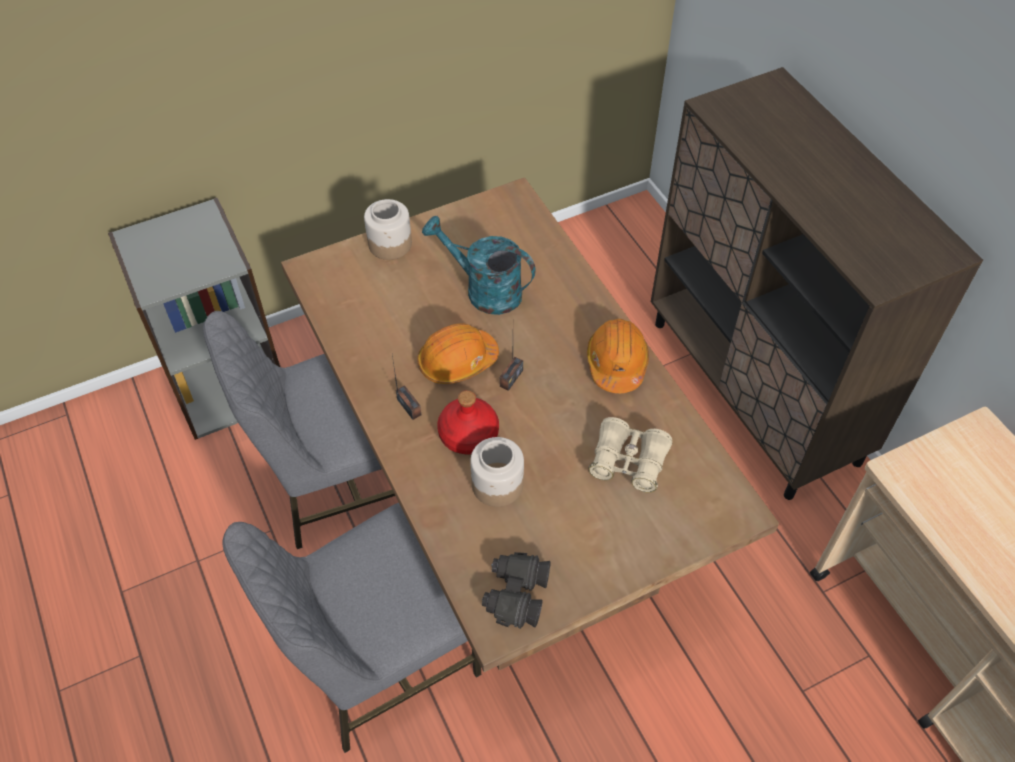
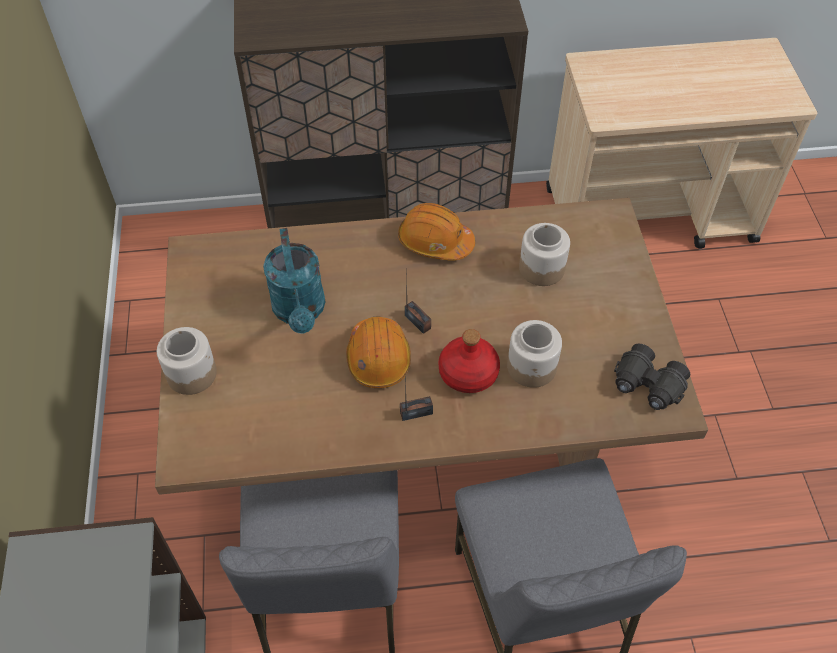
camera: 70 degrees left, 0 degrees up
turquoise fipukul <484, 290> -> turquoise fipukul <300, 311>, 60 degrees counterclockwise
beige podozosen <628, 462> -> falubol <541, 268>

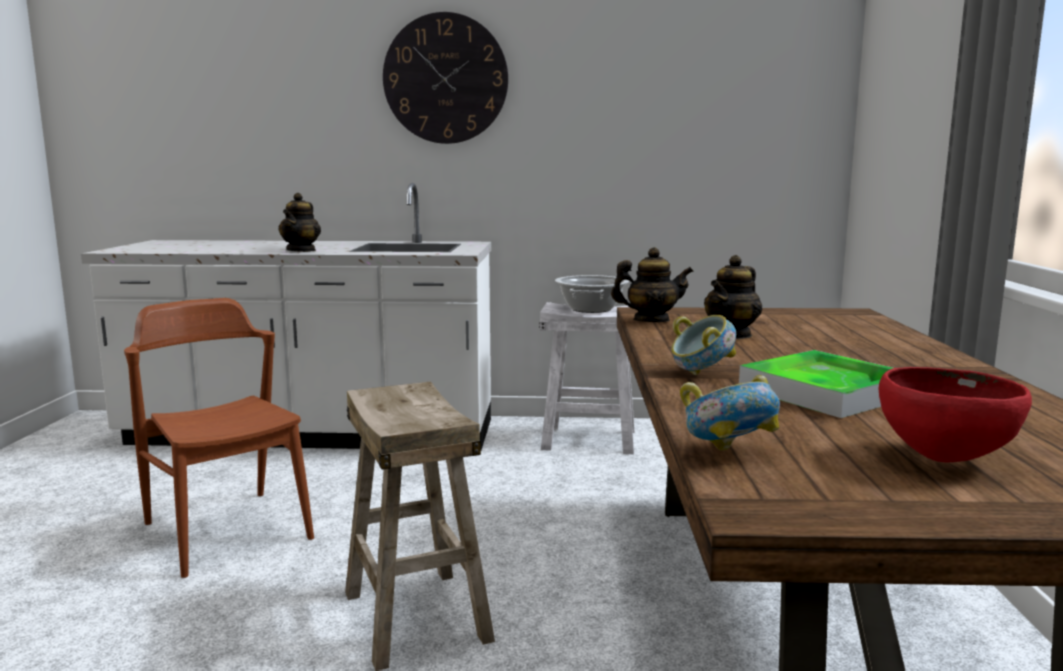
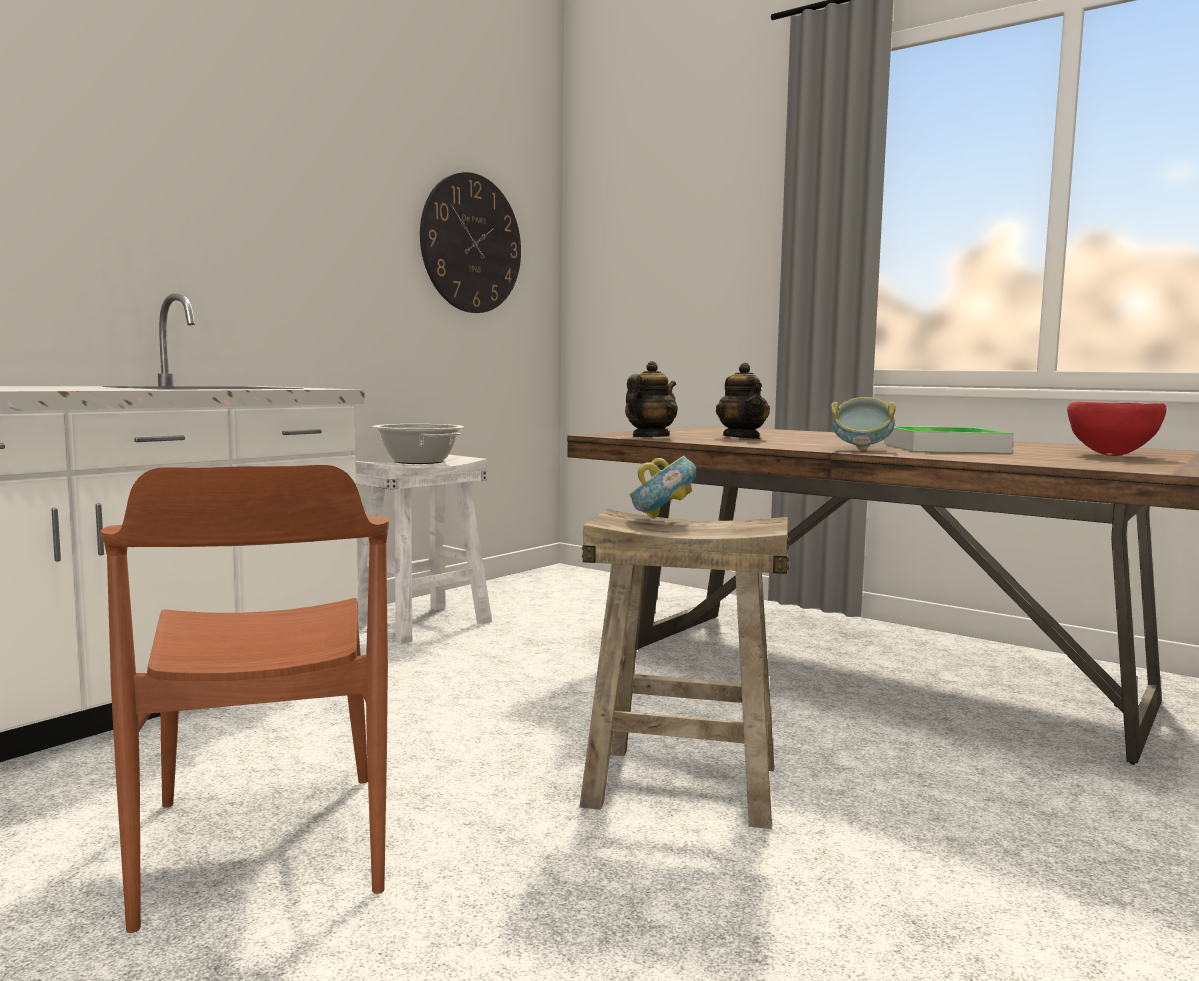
camera: 55 degrees left, 5 degrees down
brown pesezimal <227, 530> -> brown pesezimal <264, 844>, 105 degrees counterclockwise
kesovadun <445, 79> -> kesovadun <471, 244>, relocated
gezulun <729, 453> -> gezulun <661, 518>, relocated
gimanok <301, 250> -> none

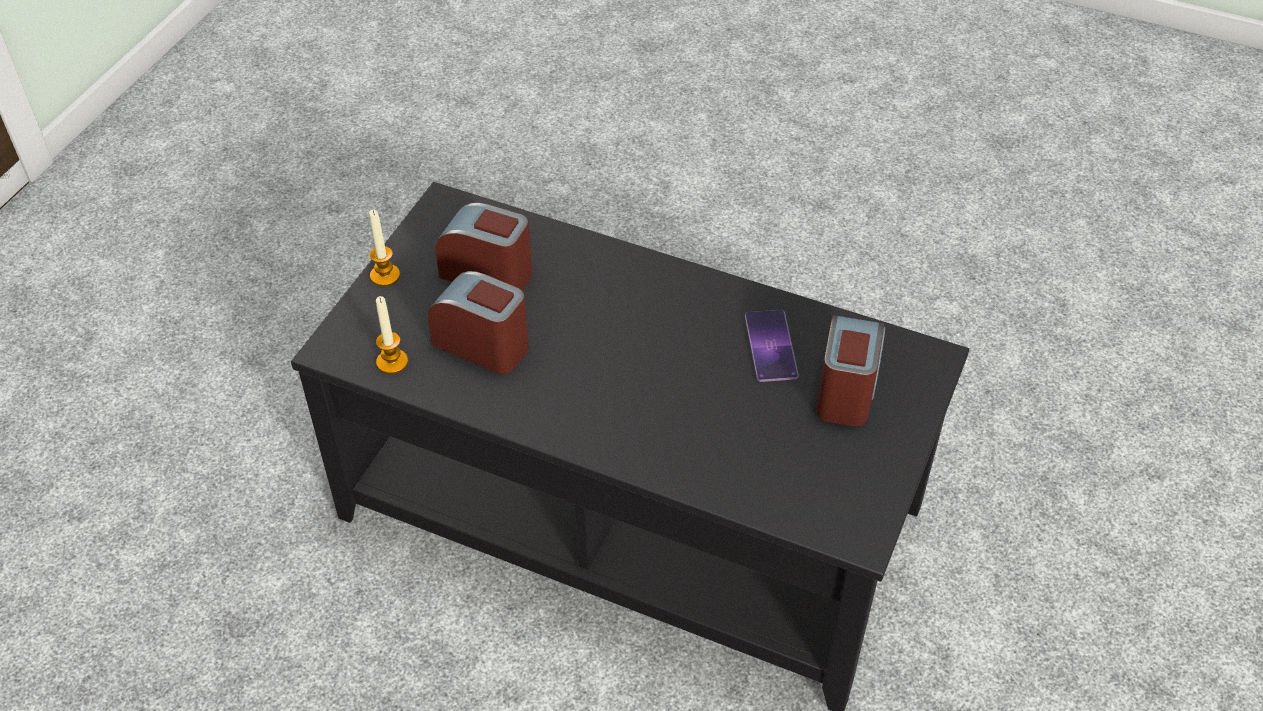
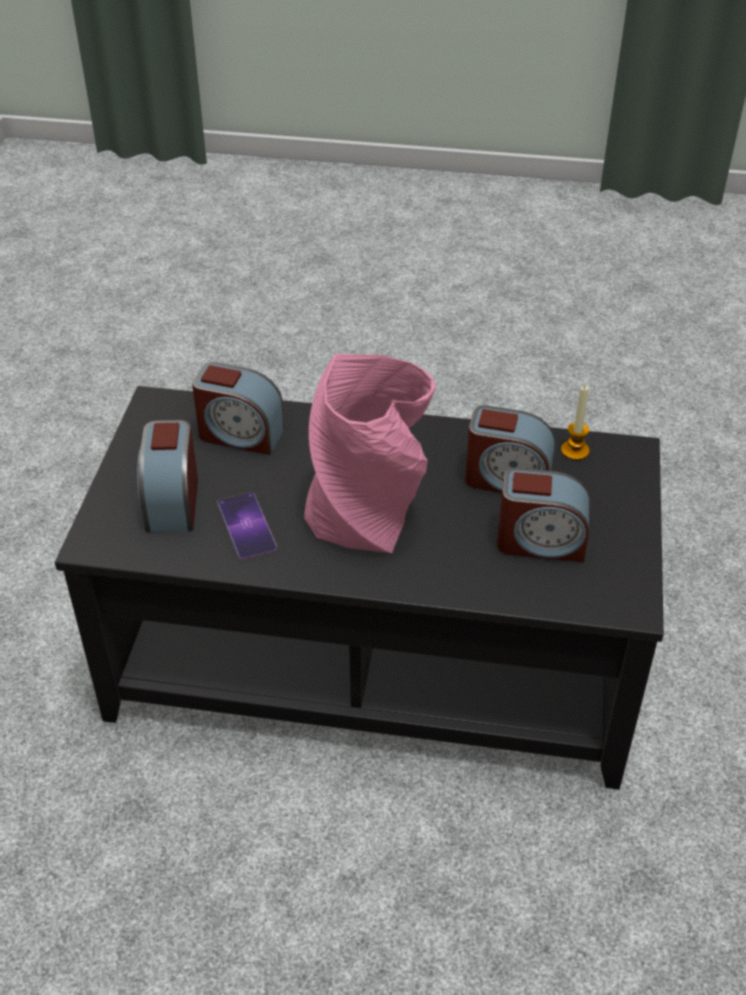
camera: 165 degrees right, 5 degrees down
none -> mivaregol <240, 434>
none -> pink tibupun <368, 517>
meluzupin <385, 275> -> none

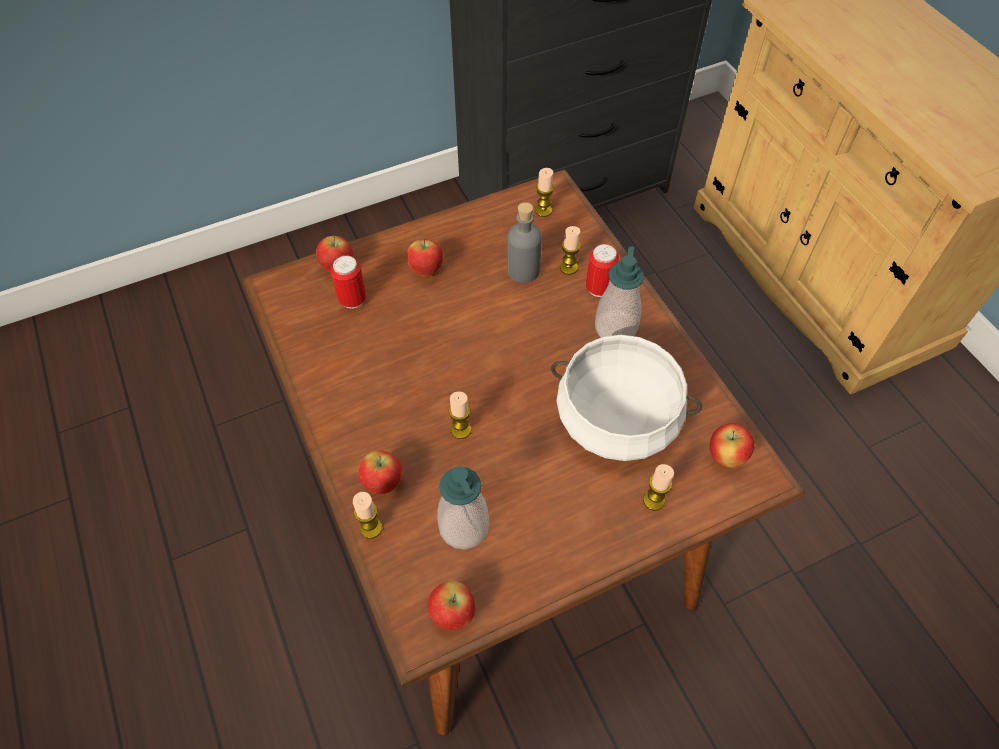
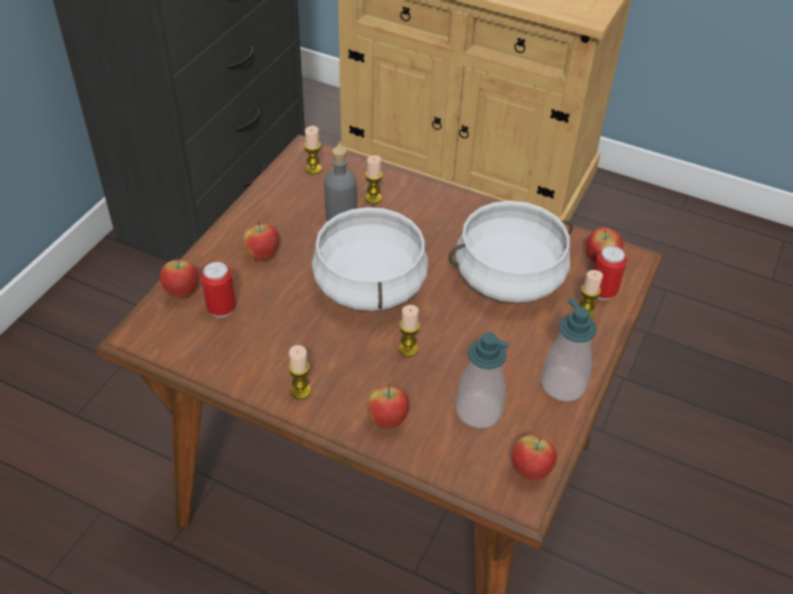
camera: 40 degrees left, 10 degrees down
meluzupin <371, 528> -> meluzupin <300, 391>, relocated
none -> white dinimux <371, 285>
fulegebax <615, 328> -> fulegebax <563, 385>, relocated
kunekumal <599, 288> -> kunekumal <602, 292>, relocated

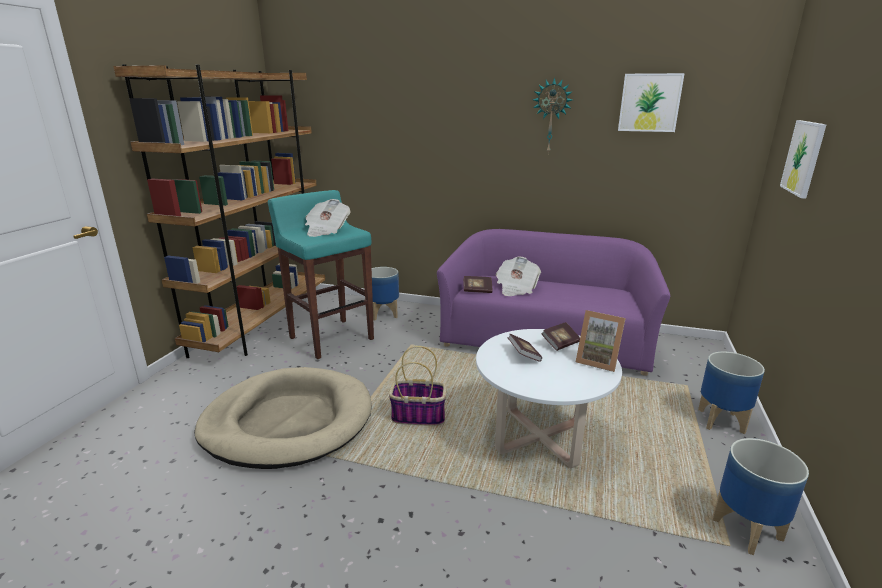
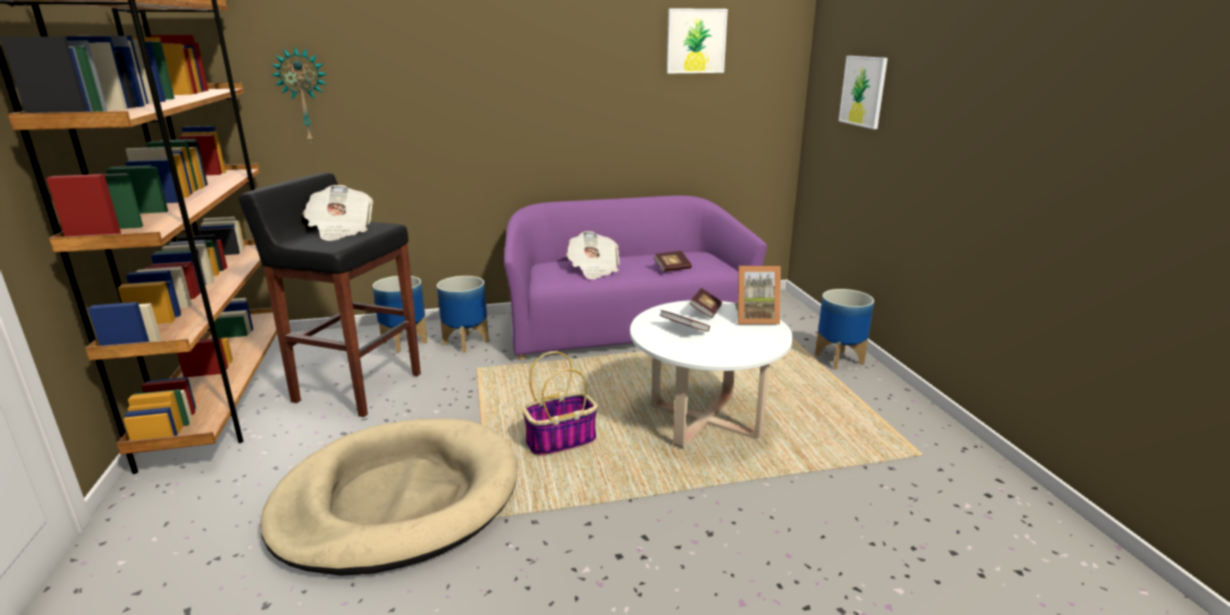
camera: 30 degrees left, 0 degrees up
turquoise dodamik <331, 338> -> black dodamik <357, 387>
kesovadun <551, 117> -> kesovadun <303, 96>, relocated
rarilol <748, 530> -> rarilol <466, 342>, relocated
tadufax <477, 290> -> tadufax <672, 268>, relocated

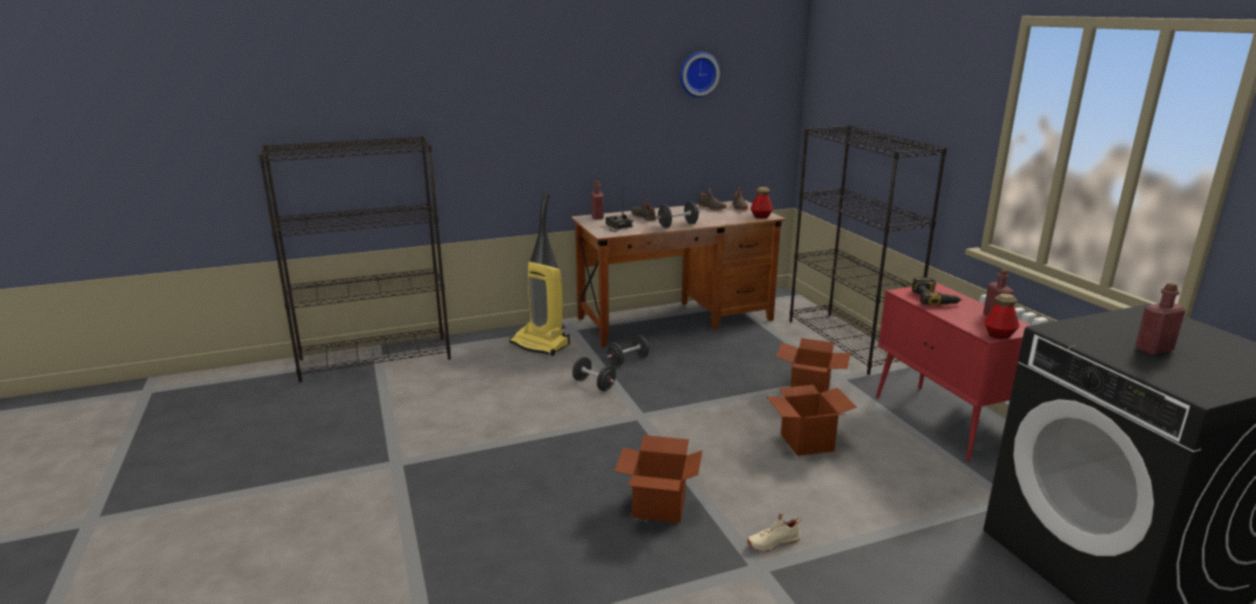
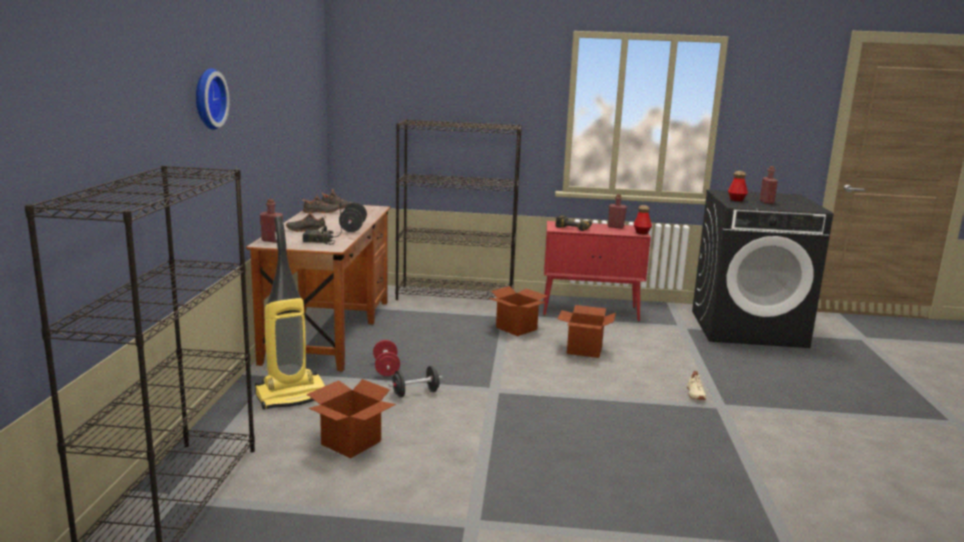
camera: 65 degrees left, 5 degrees down
kesovadun <697, 74> -> kesovadun <207, 99>, relocated
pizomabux <659, 506> -> pizomabux <351, 442>, relocated
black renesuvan <628, 361> -> red renesuvan <386, 369>
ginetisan <761, 216> -> ginetisan <736, 200>, relocated

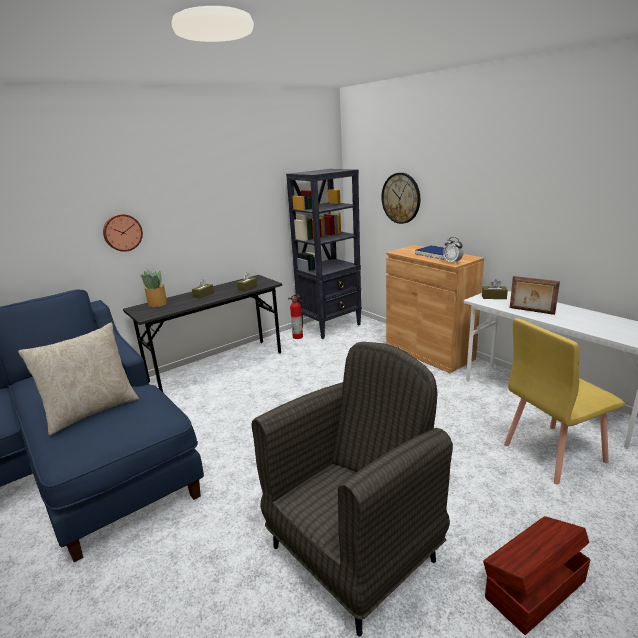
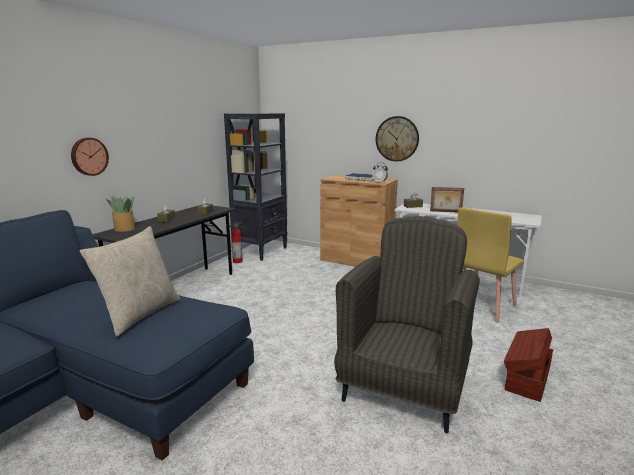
camera: 25 degrees left, 5 degrees down
kesovadun <401, 198> -> kesovadun <397, 139>, relocated

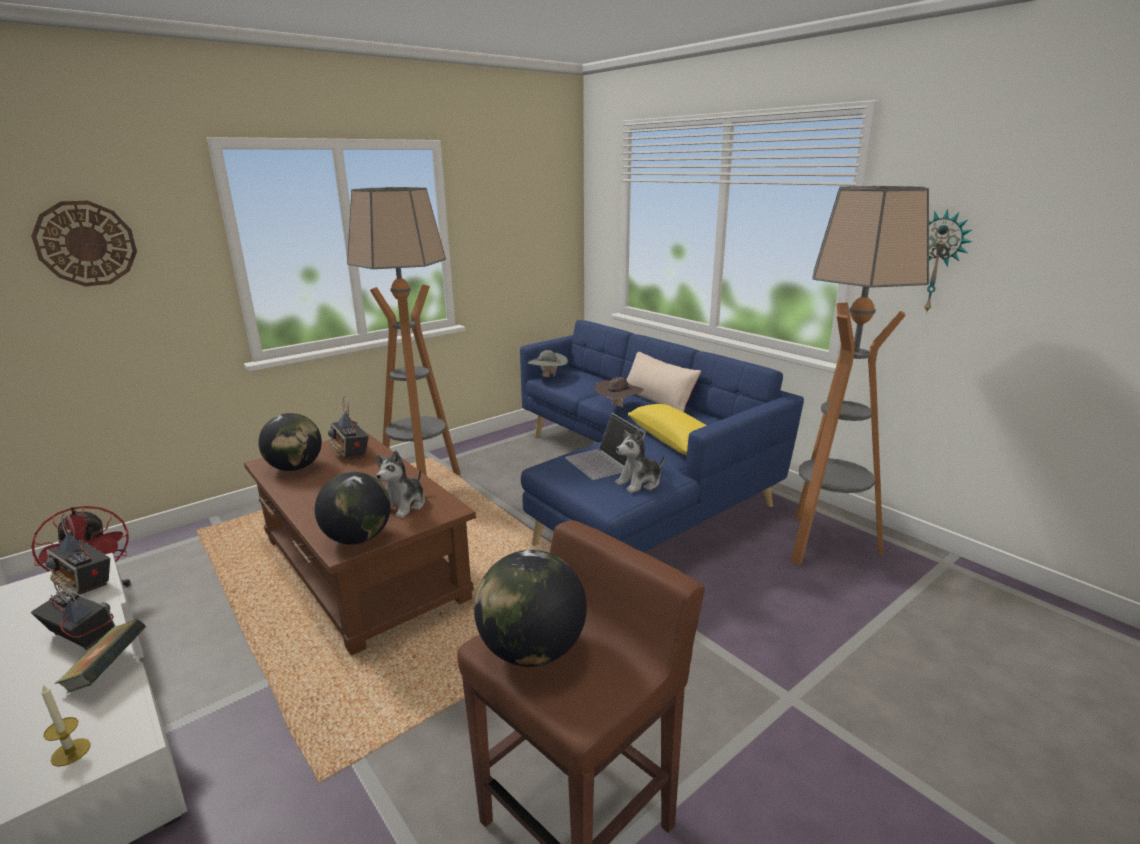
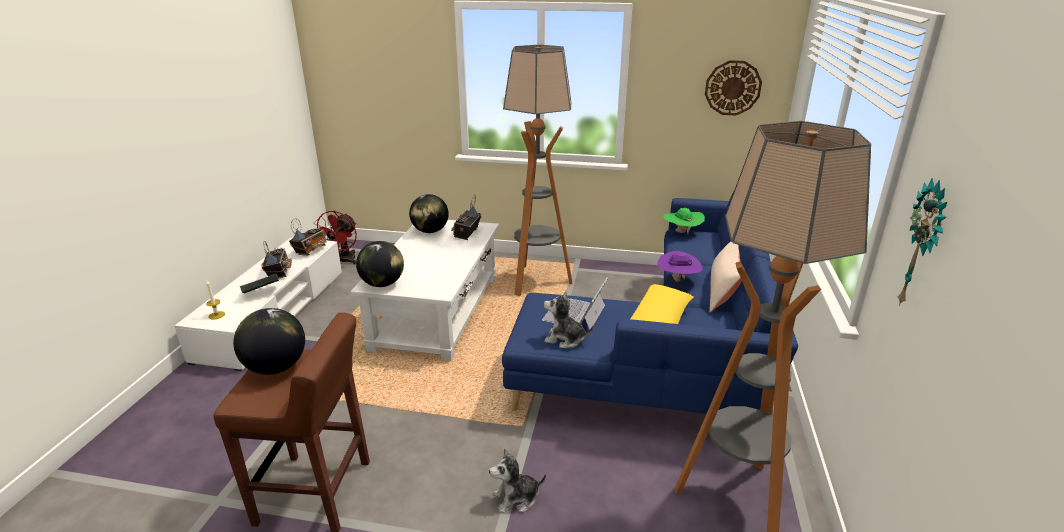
camera: 50 degrees right, 5 degrees up
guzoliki <84, 582> -> guzoliki <311, 250>, 150 degrees counterclockwise
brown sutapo <363, 568> -> white sutapo <436, 311>
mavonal <404, 505> -> mavonal <516, 498>, relocated
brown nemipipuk <618, 407> -> purple nemipipuk <677, 280>
grey nemipipuk <547, 377> -> green nemipipuk <681, 232>
kesovadun <86, 243> -> kesovadun <732, 88>, relocated

